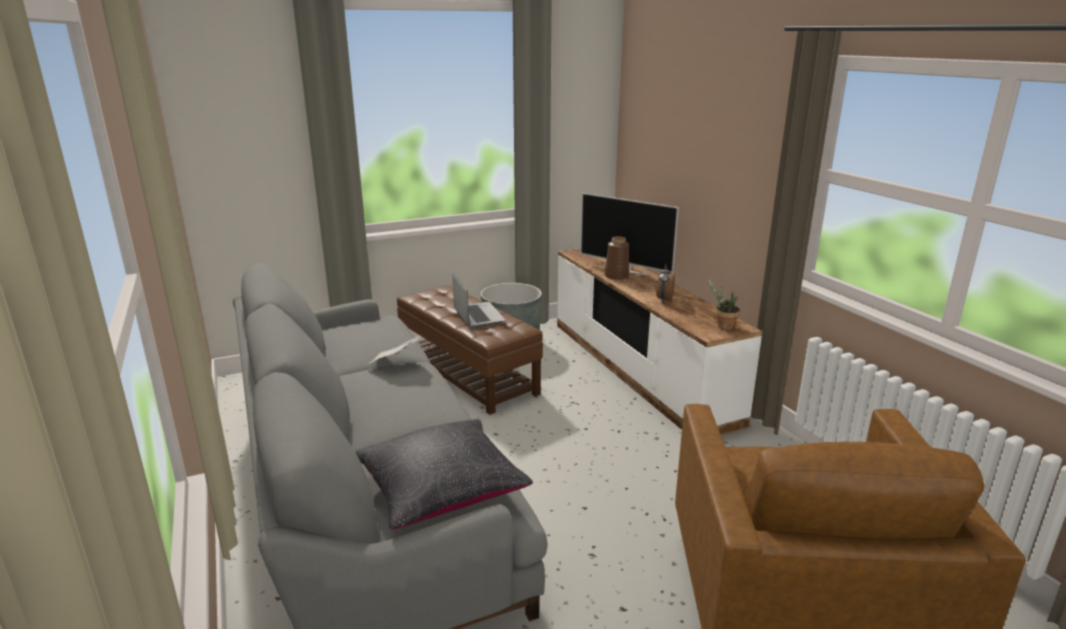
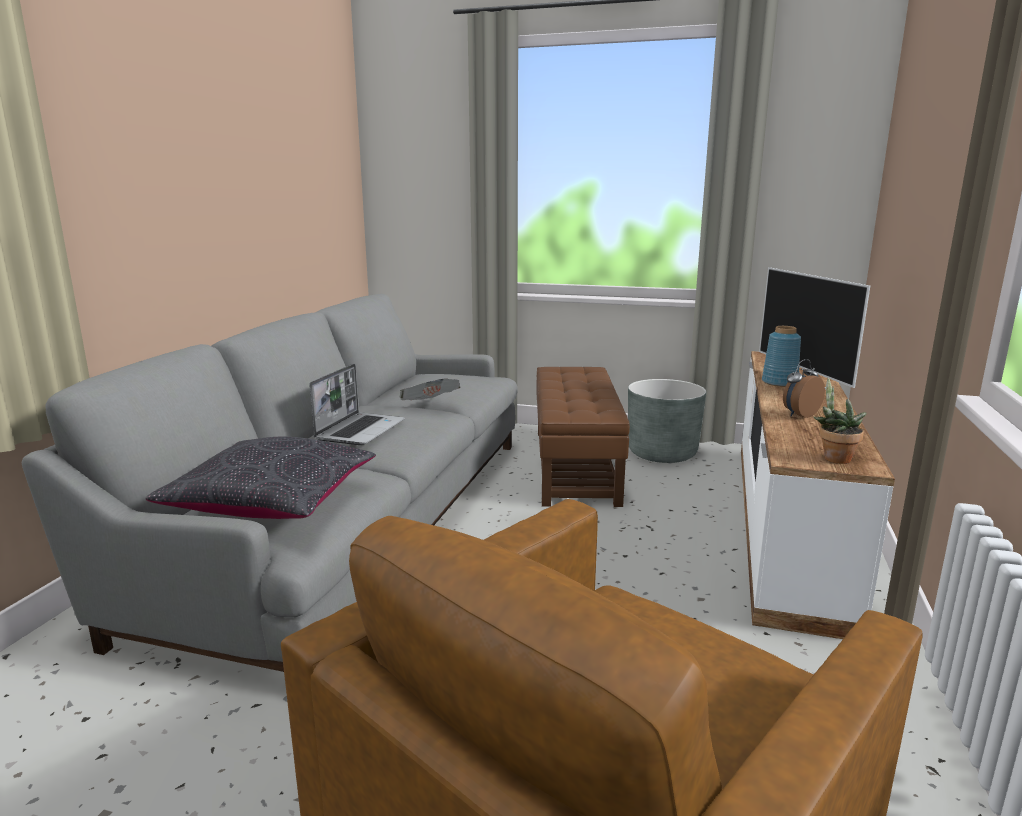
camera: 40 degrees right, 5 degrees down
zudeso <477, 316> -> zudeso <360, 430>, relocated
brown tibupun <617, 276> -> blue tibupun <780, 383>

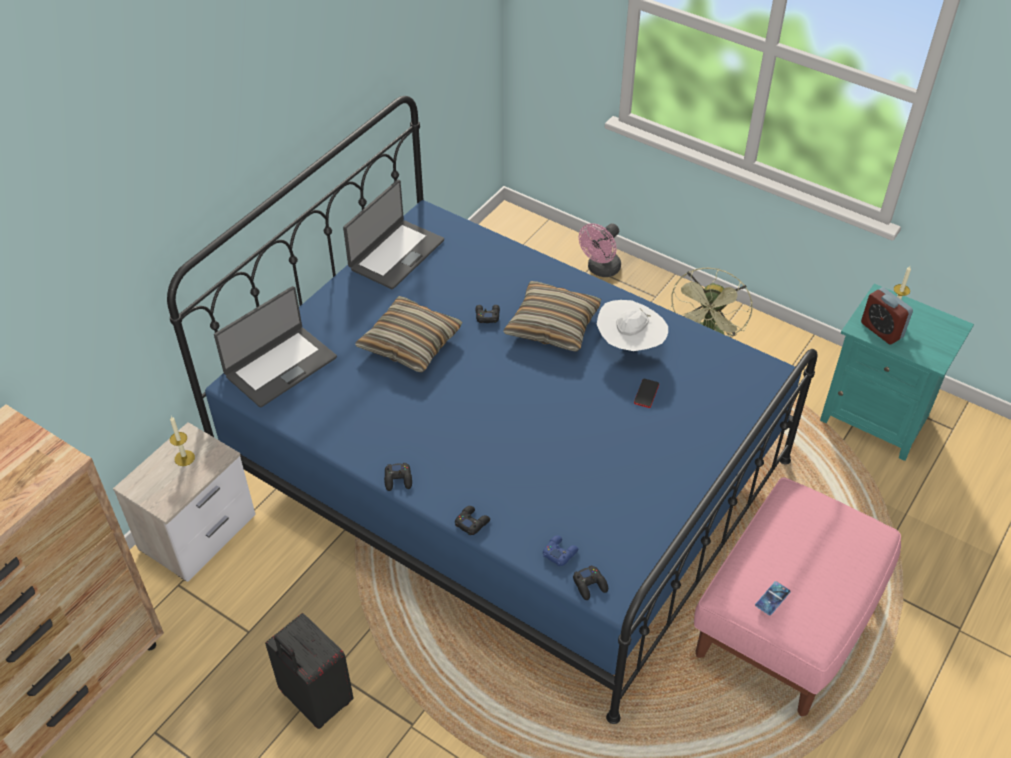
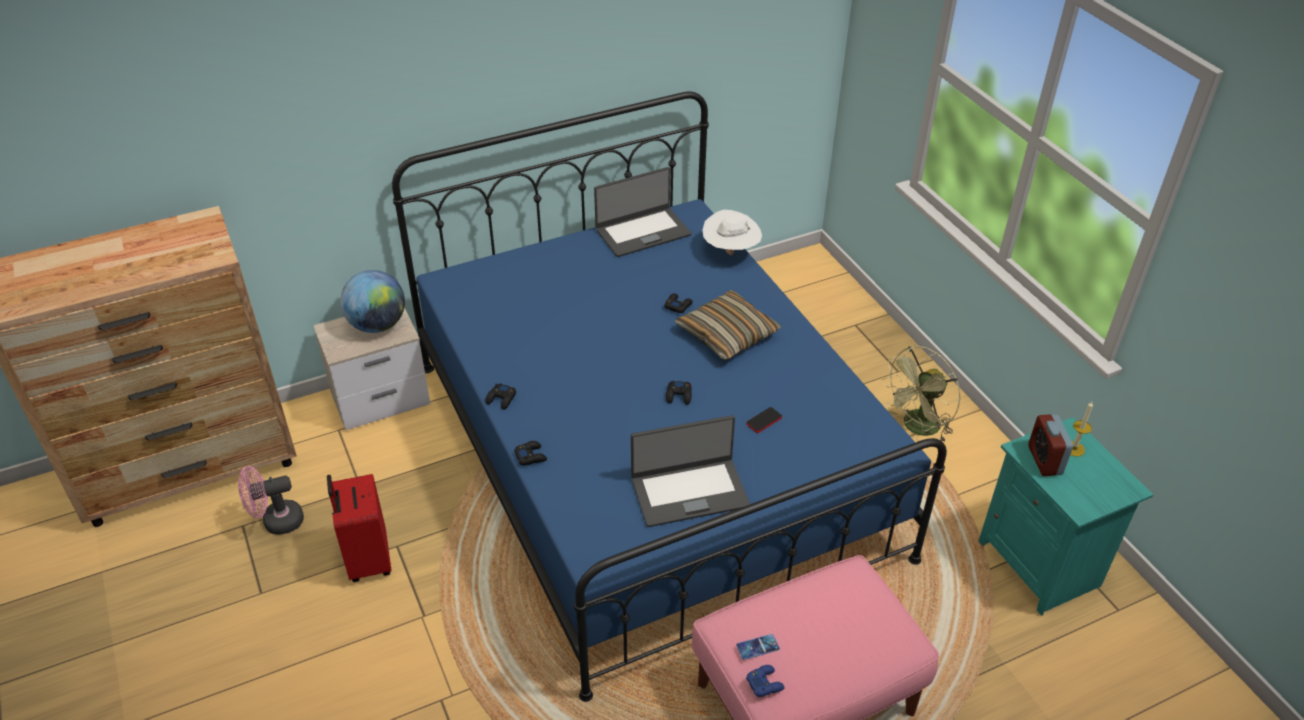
camera: 30 degrees right, 5 degrees down
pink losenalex <600, 270> -> pink losenalex <276, 522>, relocated
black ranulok <315, 700> -> red ranulok <367, 560>
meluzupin <184, 458> -> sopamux <377, 325>
zudeso <280, 366> -> zudeso <689, 491>, relocated
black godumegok <590, 585> -> black godumegok <679, 395>, relocated
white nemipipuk <630, 345> -> white nemipipuk <730, 252>, relocated
blue godumegok <559, 552> -> blue godumegok <765, 683>, relocated
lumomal <410, 343> -> none

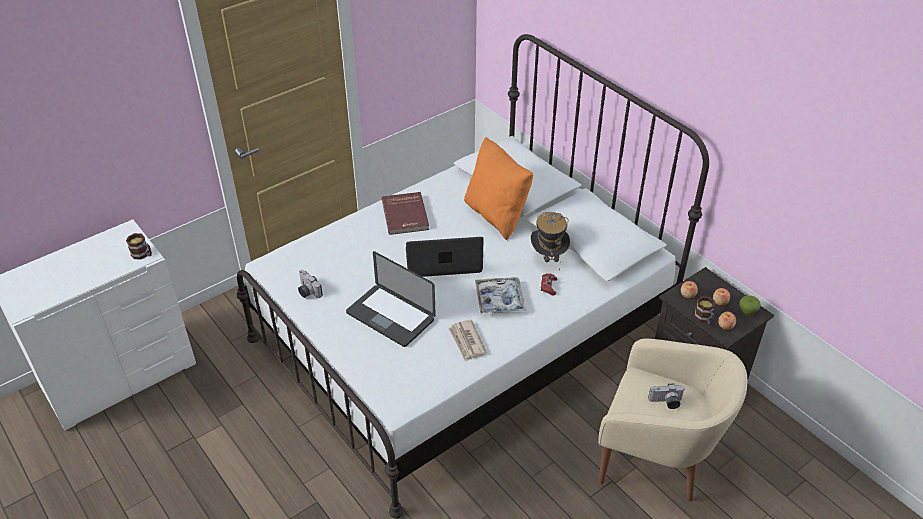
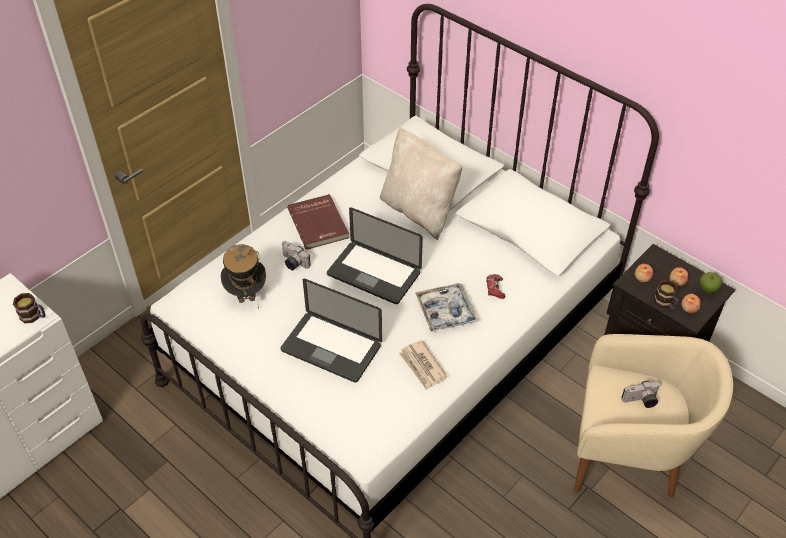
camera: 10 degrees left, 5 degrees up
nemipipuk <548, 258> -> nemipipuk <246, 294>, relocated
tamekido <307, 291> -> tamekido <293, 263>, relocated
zudeso <443, 261> -> zudeso <374, 274>, 135 degrees counterclockwise
orange lumomal <496, 215> -> beige lumomal <419, 211>

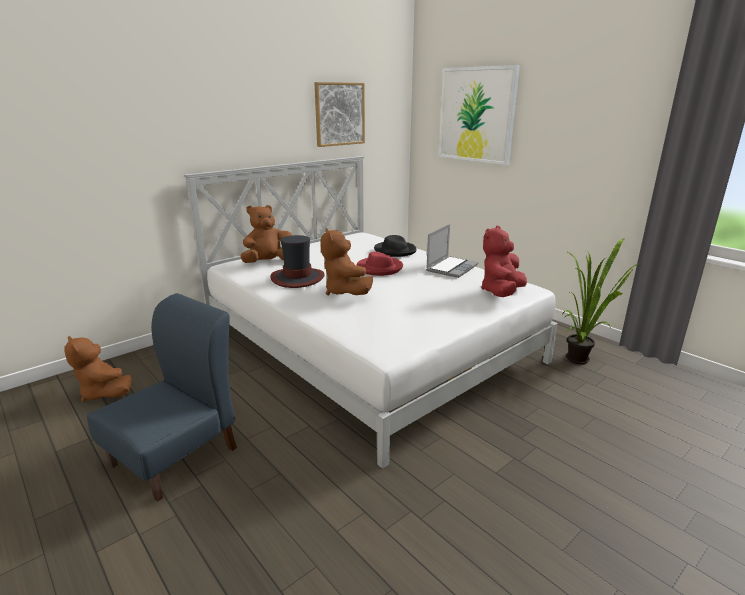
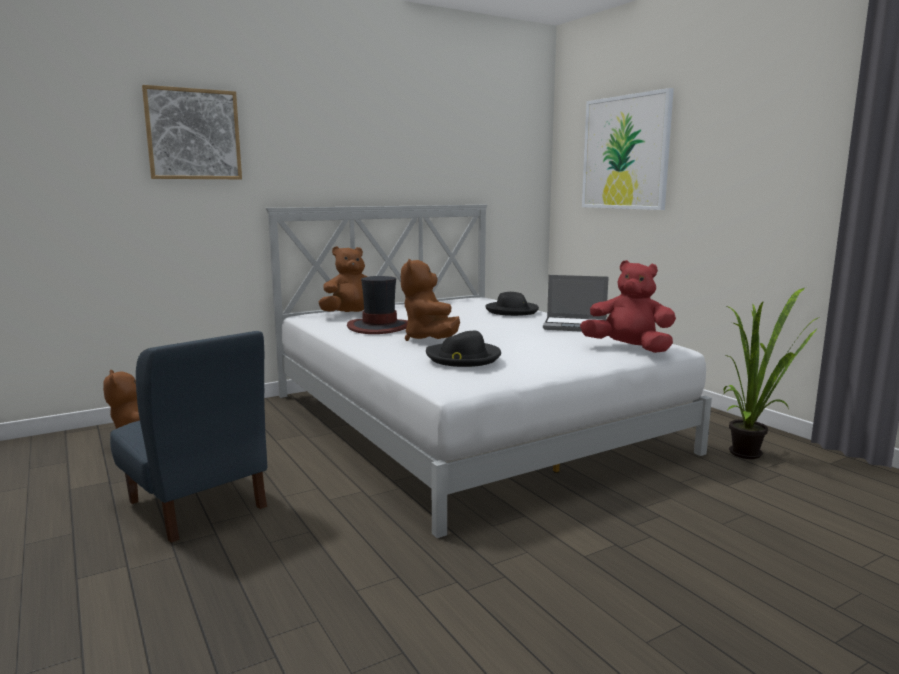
camera: 10 degrees right, 10 degrees down
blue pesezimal <176, 456> -> blue pesezimal <197, 505>, 90 degrees clockwise
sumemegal <339, 114> -> sumemegal <193, 134>, relocated
none -> black nemipipuk <463, 358>
zudeso <451, 267> -> zudeso <576, 326>, 60 degrees clockwise
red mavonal <501, 293> -> red mavonal <628, 348>, 75 degrees clockwise
red nemipipuk <379, 268> -> none

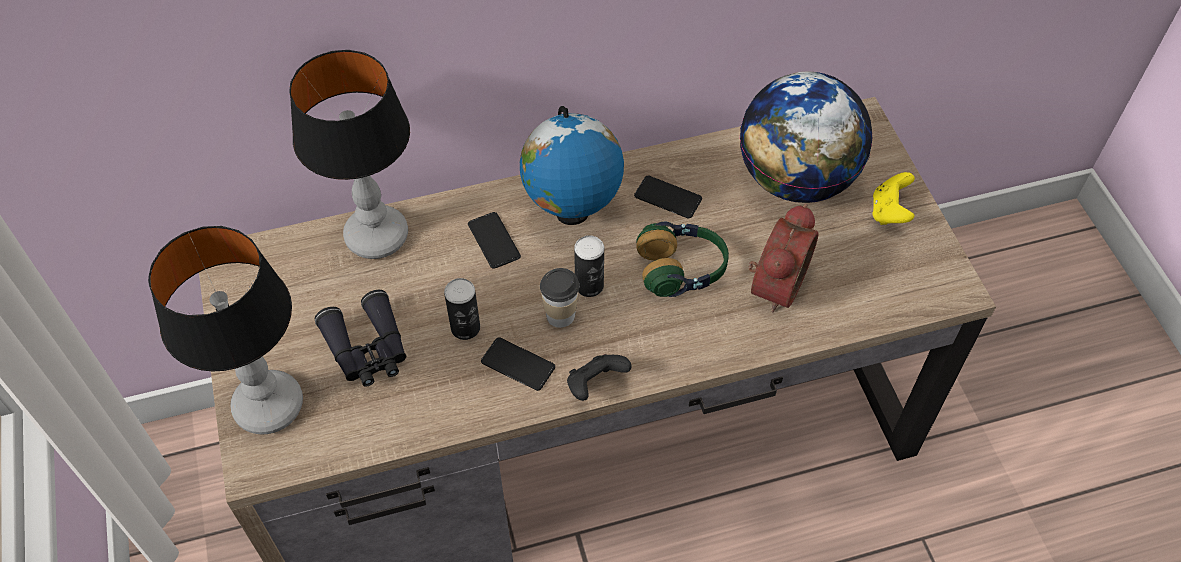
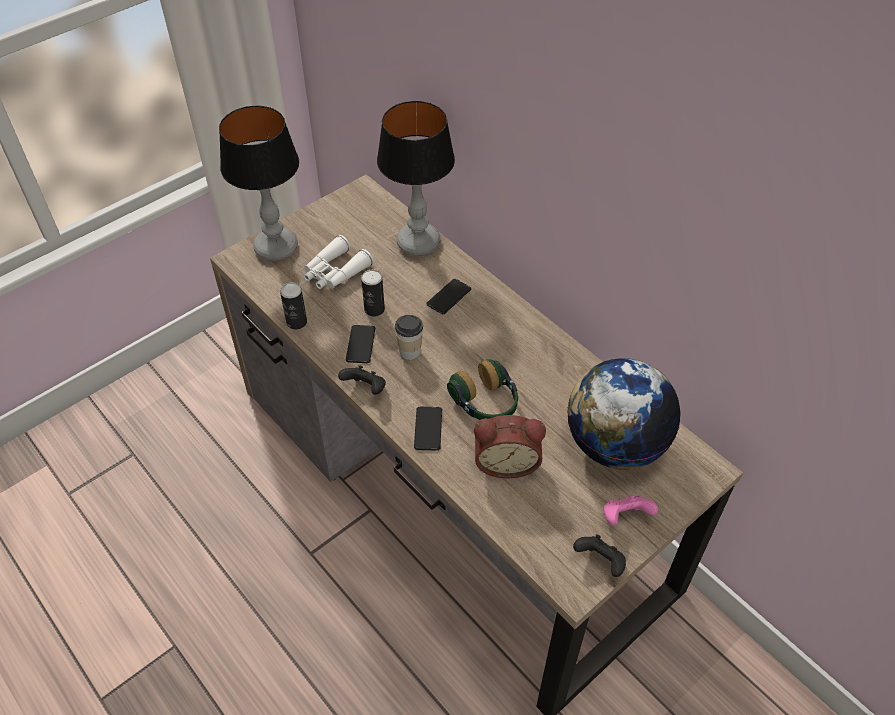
camera: 65 degrees right, 5 degrees down
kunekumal <589, 285> -> kunekumal <296, 322>, relocated
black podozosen <368, 349> -> white podozosen <335, 272>
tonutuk <668, 198> -> tonutuk <428, 429>, relocated
none -> black godumegok <600, 562>
yellow godumegok <889, 212> -> pink godumegok <625, 517>
sopamux <572, 213> -> none

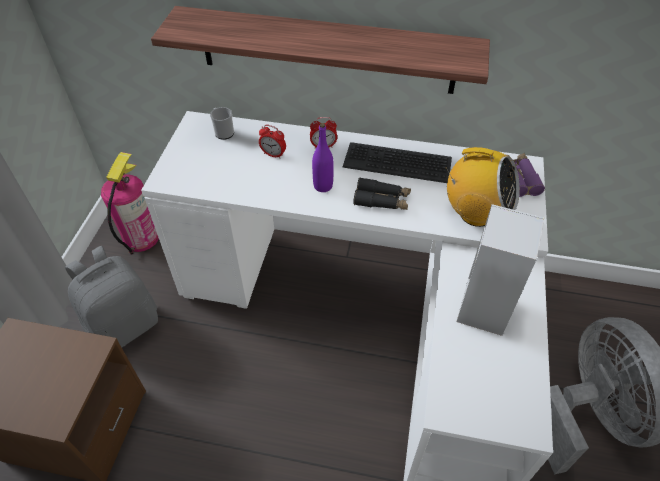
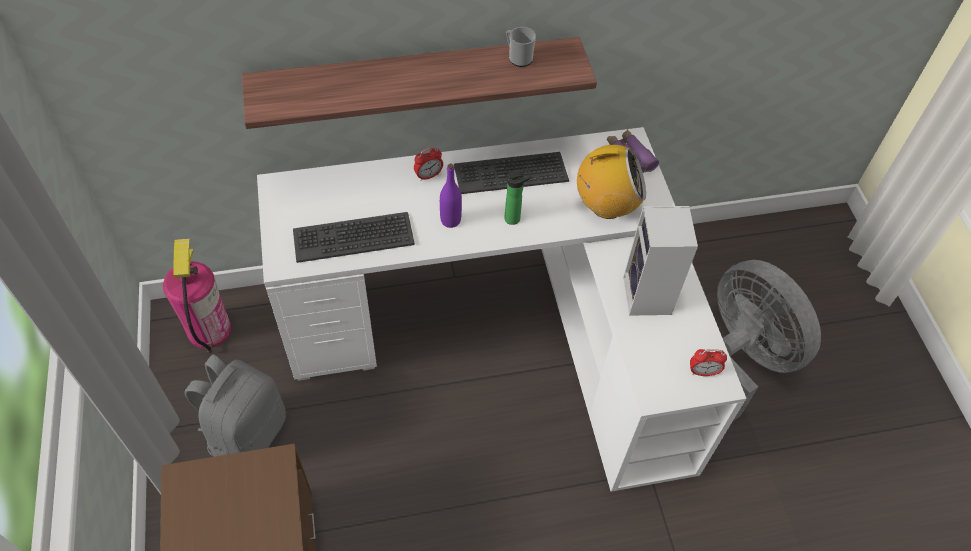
camera: 25 degrees left, 5 degrees up
none -> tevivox <353, 237>
black podozosen <382, 200> -> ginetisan <514, 218>
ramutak <223, 132> -> ramutak <518, 58>, relocated
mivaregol <273, 154> -> mivaregol <703, 372>, relocated

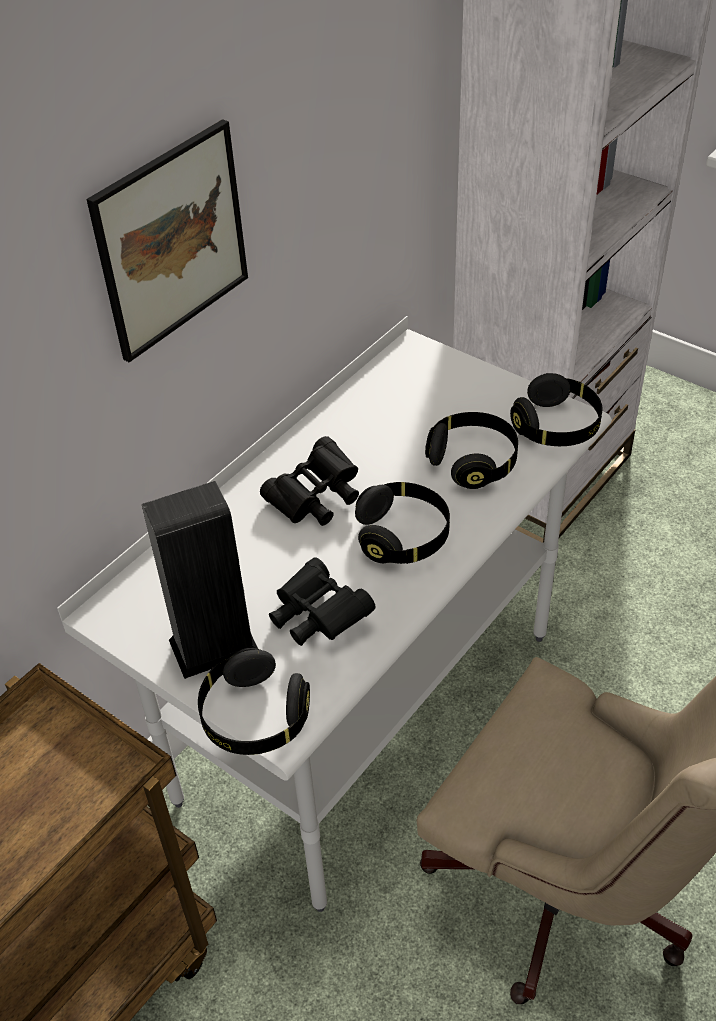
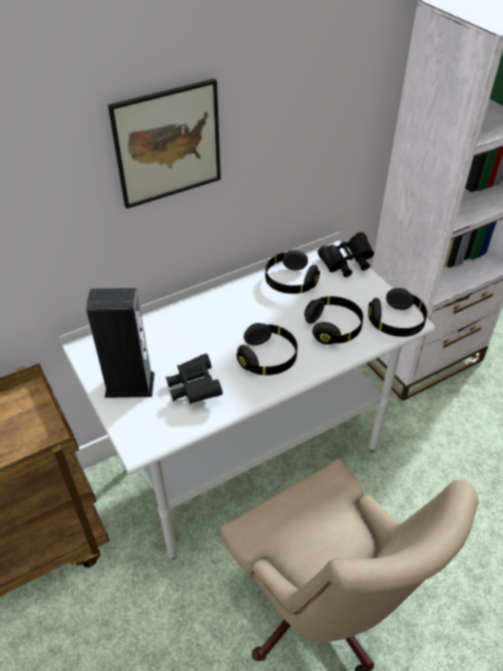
camera: 20 degrees right, 0 degrees up
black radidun <254, 718> -> black radidun <290, 282>, relocated
black podozosen <316, 499> -> black podozosen <346, 264>, relocated

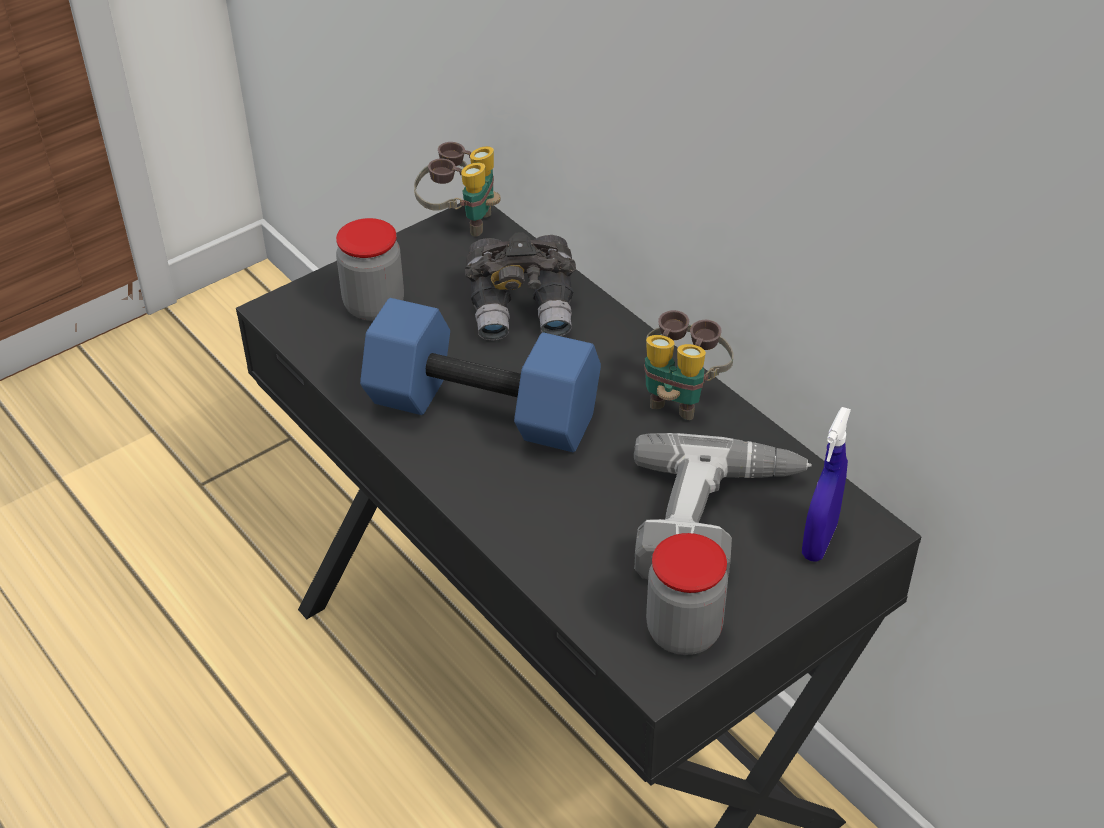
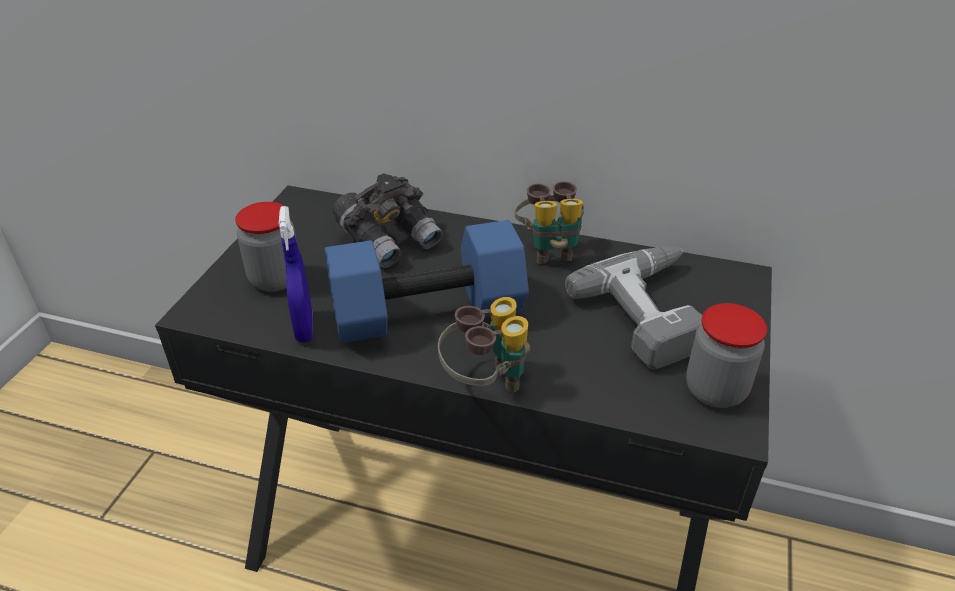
camera: 35 degrees left, 5 degrees down
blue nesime <819, 541> -> blue nesime <304, 327>, relocated
podozosen <460, 221> -> podozosen <485, 382>, relocated

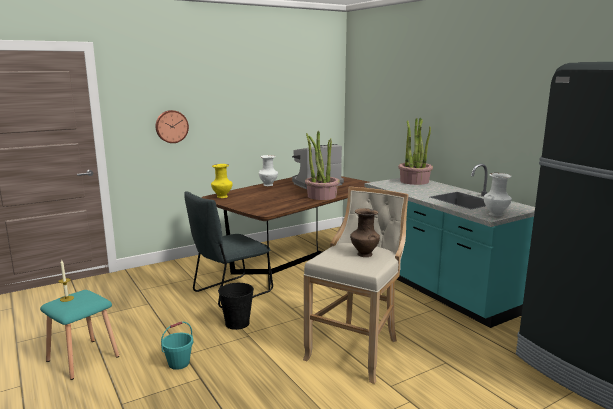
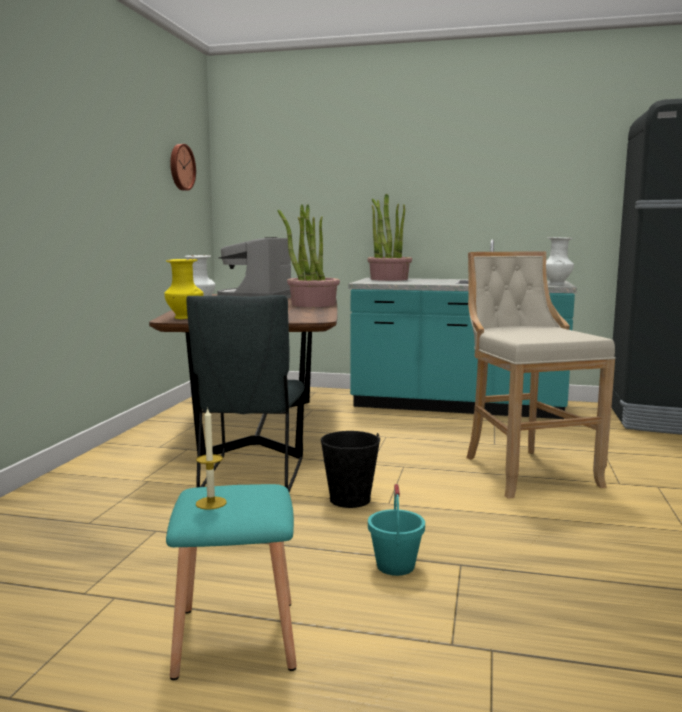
camera: 45 degrees left, 5 degrees down
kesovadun <171, 126> -> kesovadun <181, 167>, relocated
brown tibupun <364, 254> -> none

